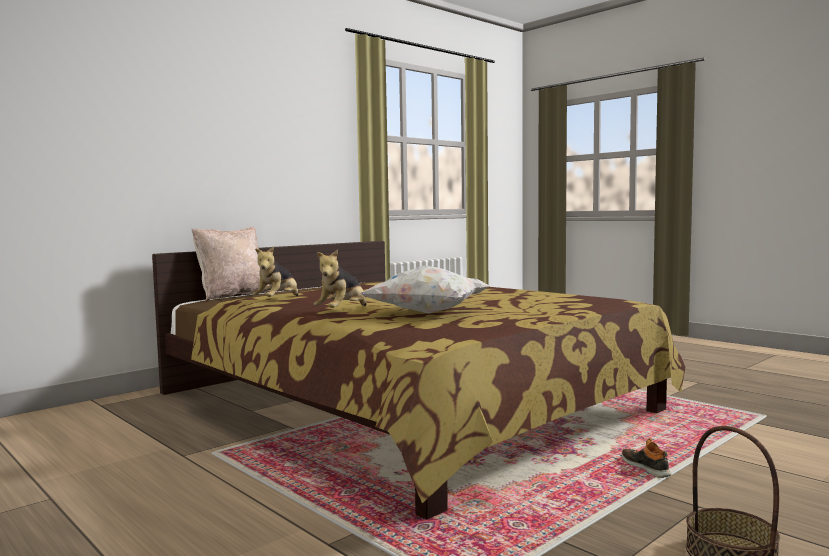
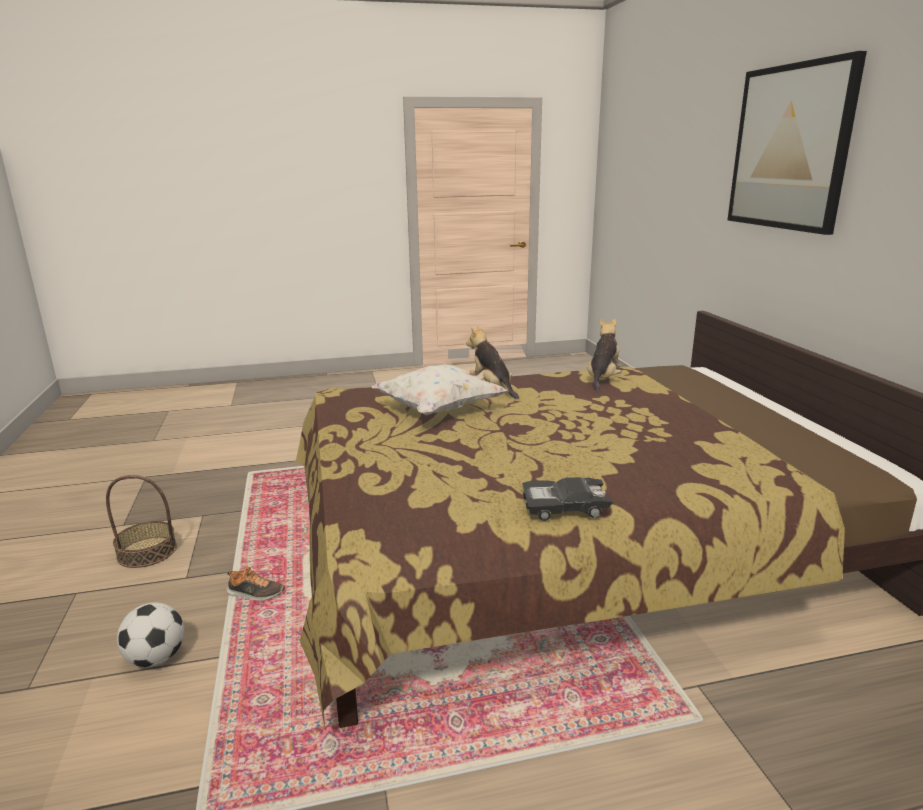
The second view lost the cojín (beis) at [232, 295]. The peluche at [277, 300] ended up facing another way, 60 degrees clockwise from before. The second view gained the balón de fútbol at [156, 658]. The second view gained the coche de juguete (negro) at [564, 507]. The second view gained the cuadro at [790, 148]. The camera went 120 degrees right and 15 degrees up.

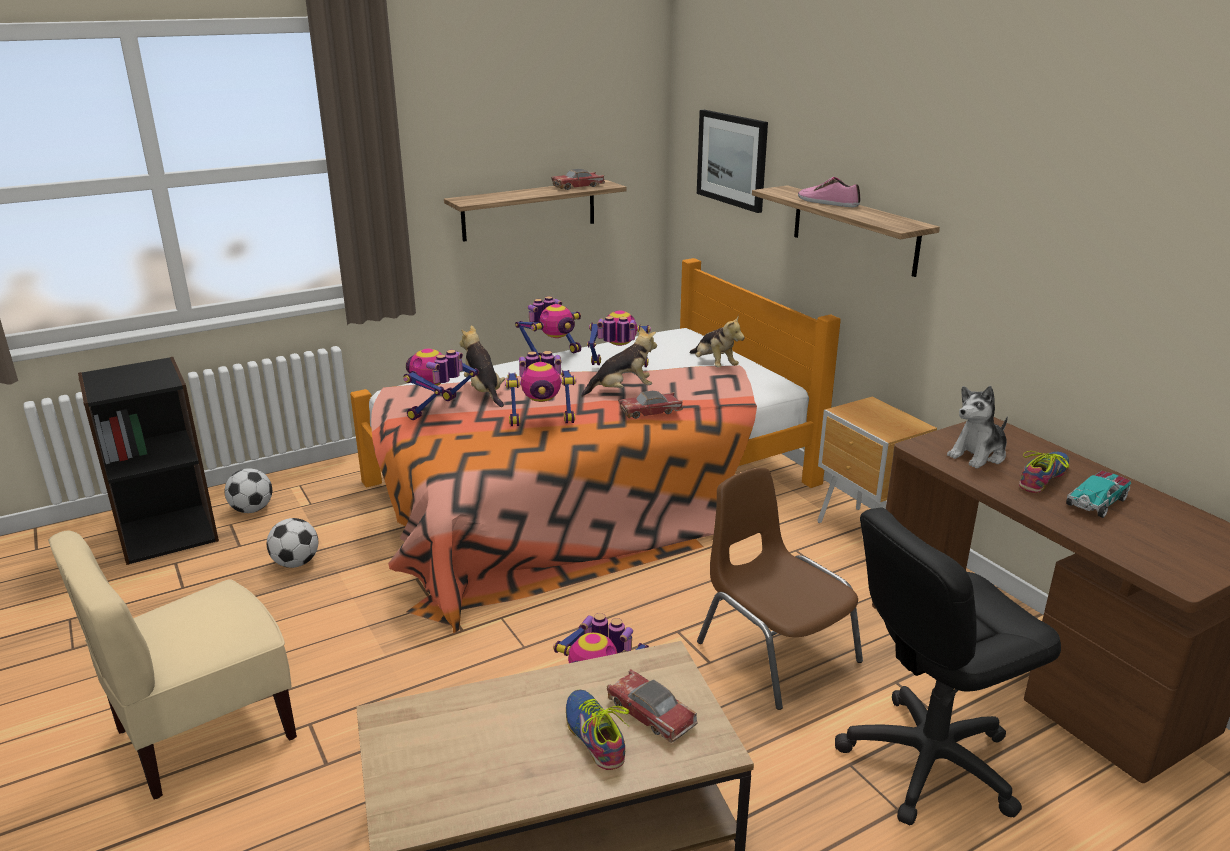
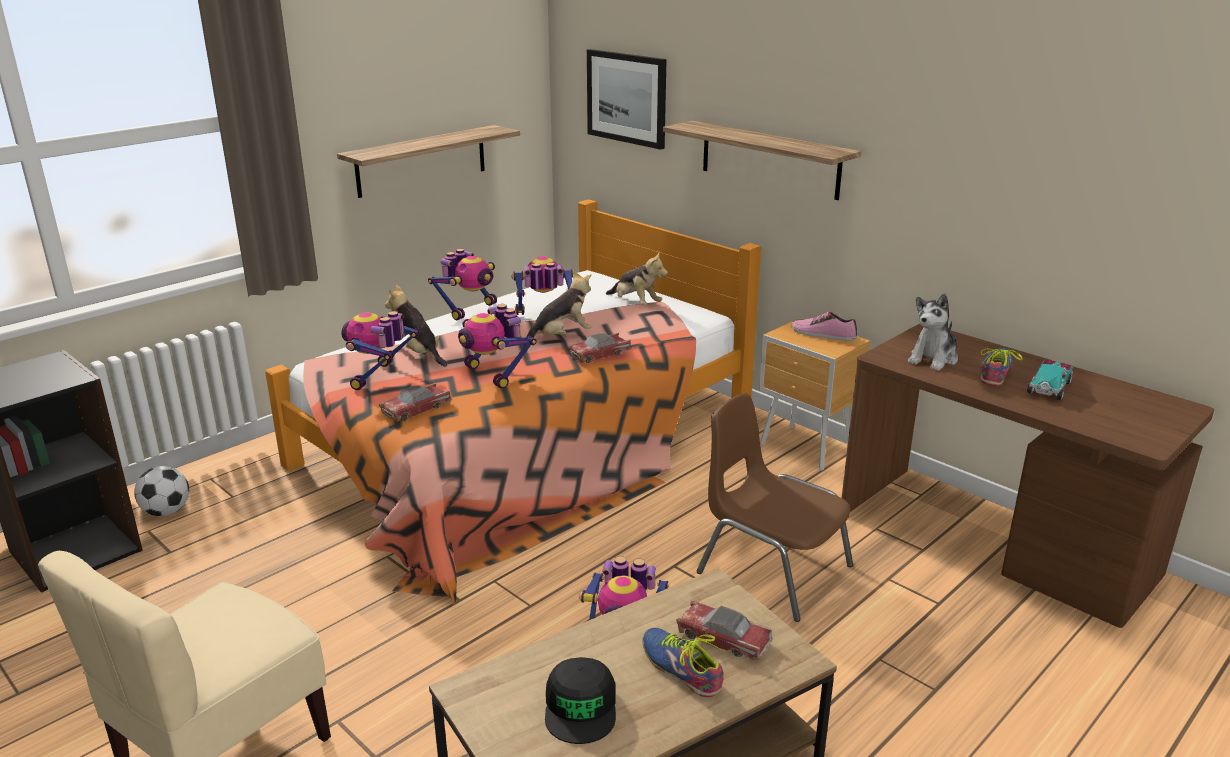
The second view lost the balón de fútbol at [296, 563]. The robot de juguete at [542, 420] ended up facing another way, 75 degrees clockwise from before. The coche de juguete ended up elsewhere, having gone from [578, 186] to [416, 409]. The zapato ended up elsewhere, having gone from [828, 202] to [823, 334]. The second view lost the silla de oficina (negro) at [928, 761]. The second view gained the gorra (negro) at [581, 707]. The camera went 15 degrees left and 0 degrees up.

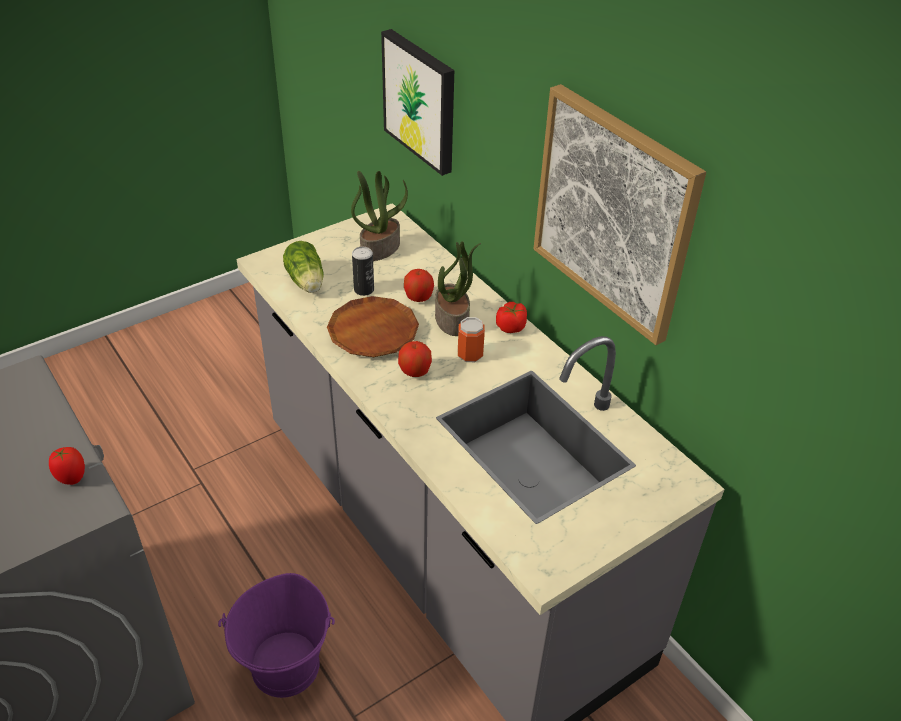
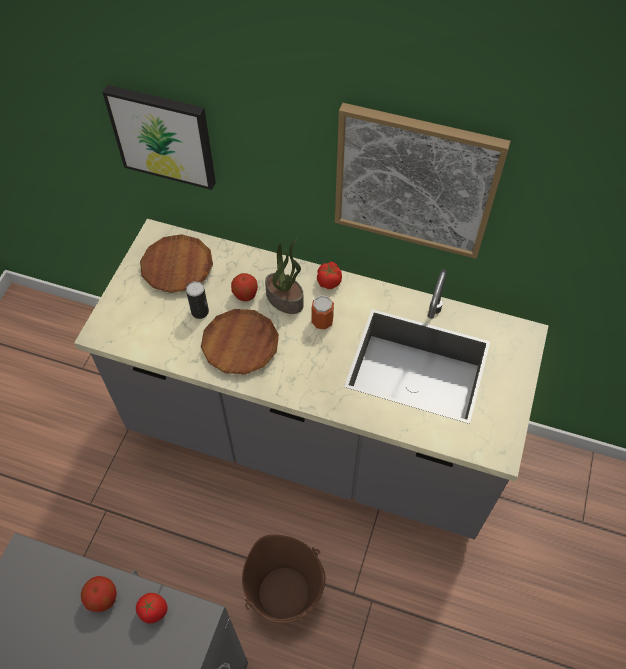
What was the cubo (morado) at [286, 666] turned into the cubo (marrón) at [285, 594]. The second view lost the lechuga at [306, 282]. Where the planta en maceta stood at [380, 248], the plato (marrón) came to stand at [177, 267]. The manzana ended up elsewhere, having gone from [415, 371] to [103, 598]. The camera went 35 degrees left and 15 degrees up.

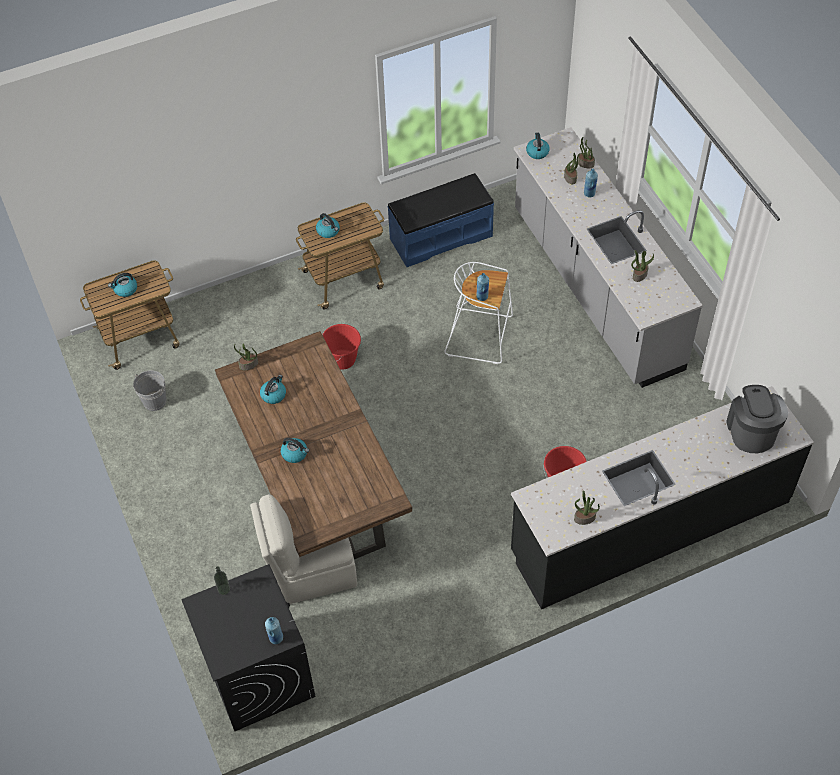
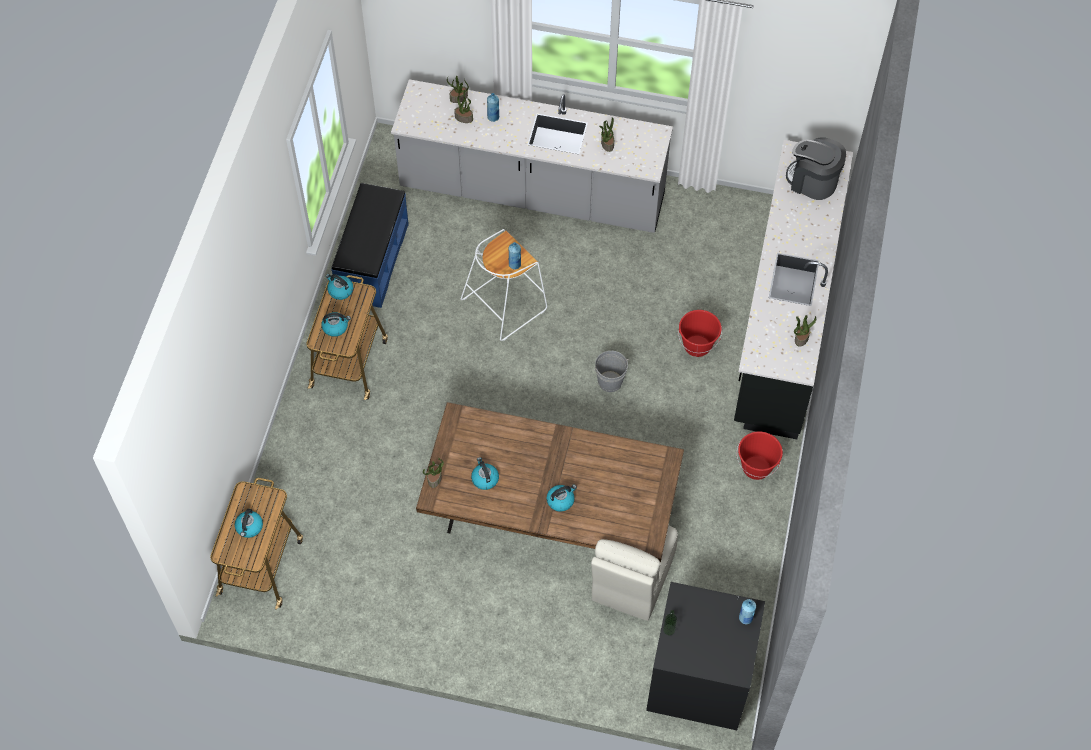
The cubo (gris) ended up elsewhere, having gone from [154, 401] to [610, 381]. The cubo (rojo) ended up elsewhere, having gone from [343, 359] to [756, 467]. The hervidor ended up elsewhere, having gone from [537, 152] to [340, 290]. The camera went 55 degrees left and 5 degrees up.

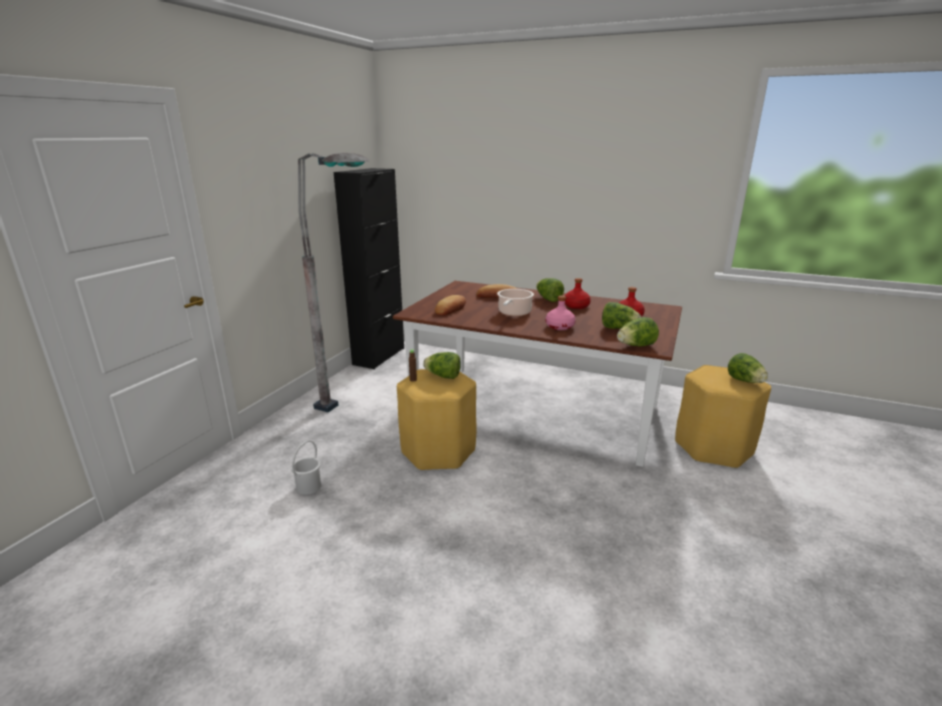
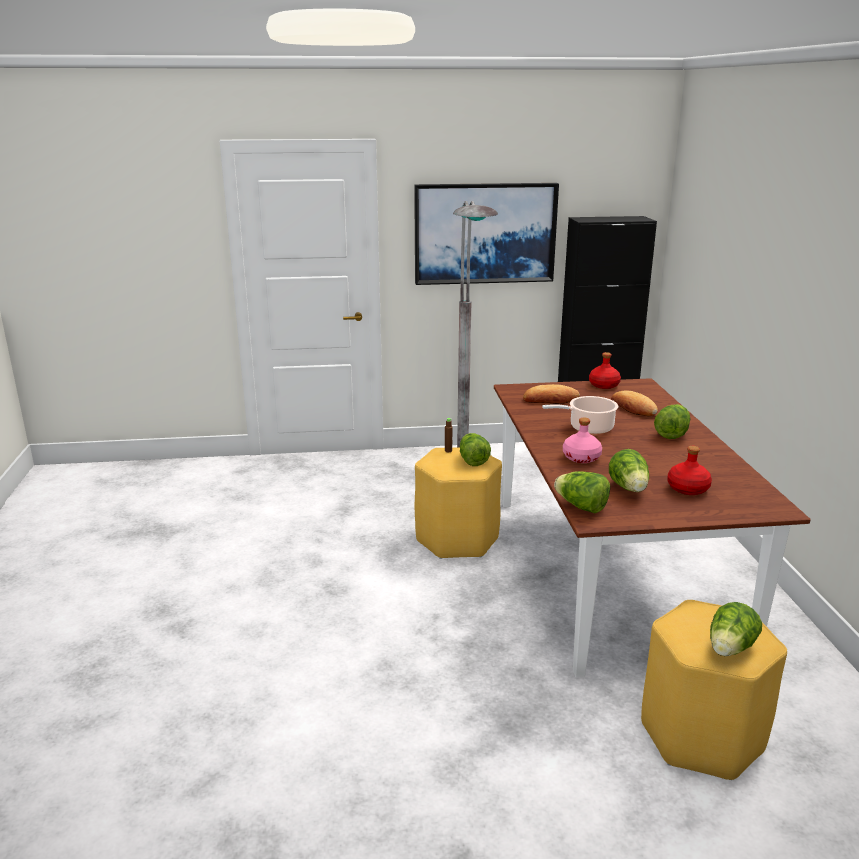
The second view lost the cubo (blanco) at [309, 487]. The botella (rojo) ended up elsewhere, having gone from [576, 306] to [603, 385]. The second view gained the cuadro at [484, 233]. The camera went 60 degrees right and 0 degrees up.

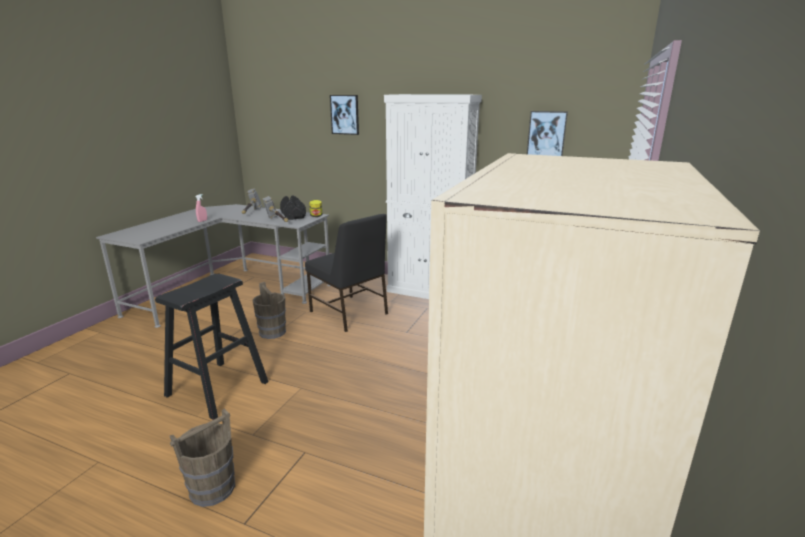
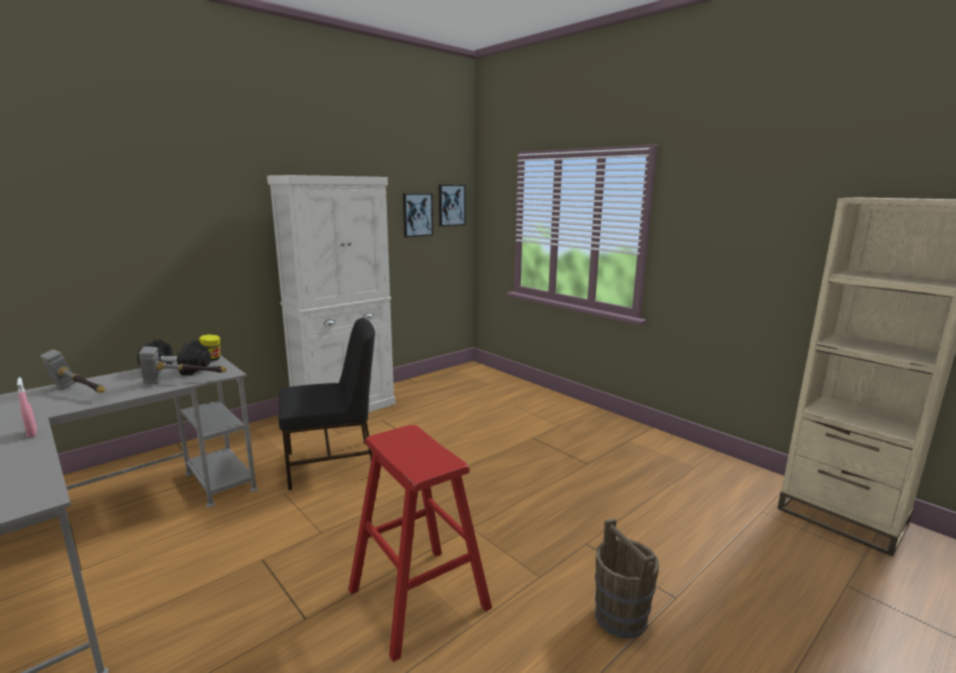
What was the taburete (negro) at [217, 388] turned into the taburete (rojo) at [418, 599]. The second view lost the cubo (marrón) at [272, 332]. The cuadro ended up elsewhere, having gone from [345, 114] to [451, 205]. The camera went 65 degrees left and 5 degrees down.

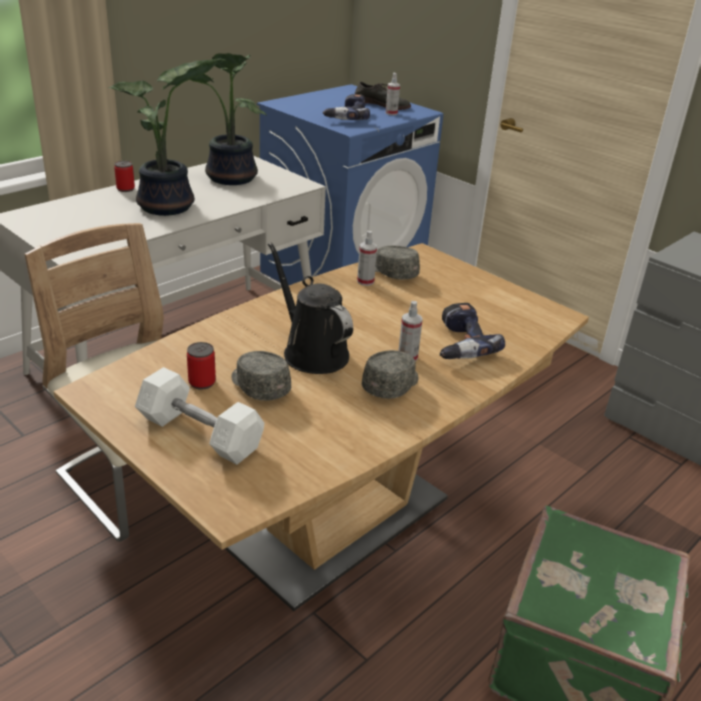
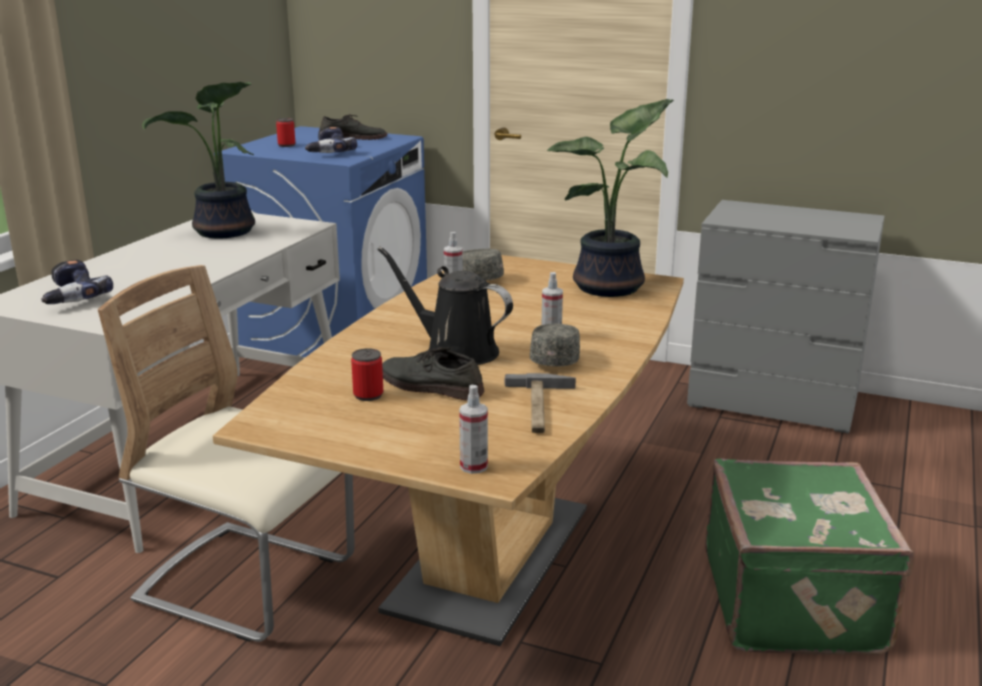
The planta en maceta ended up elsewhere, having gone from [169, 207] to [613, 287]. The lata ended up elsewhere, having gone from [125, 189] to [286, 145]. The second view lost the mancuerna (blanco) at [200, 434]. Where the gorra (gris) stood at [259, 386], the zapato (gris) came to stand at [429, 385]. The pulverizador ended up elsewhere, having gone from [391, 113] to [474, 466]. The taladro ended up elsewhere, having gone from [458, 344] to [70, 296]. The second view gained the martillo at [540, 408]. The camera went 20 degrees left and 10 degrees down.

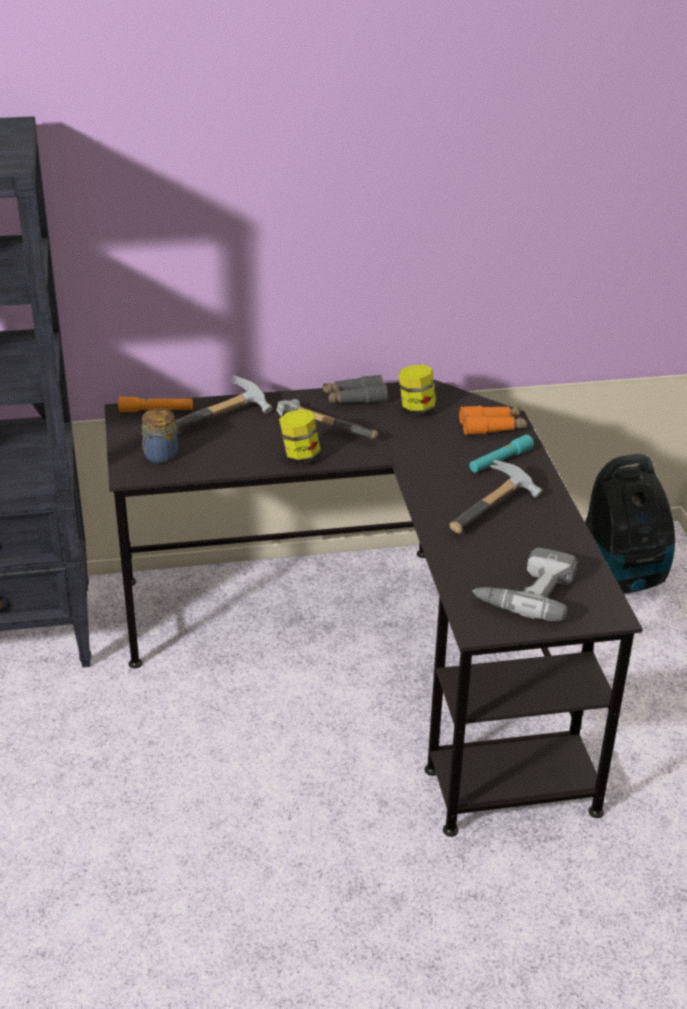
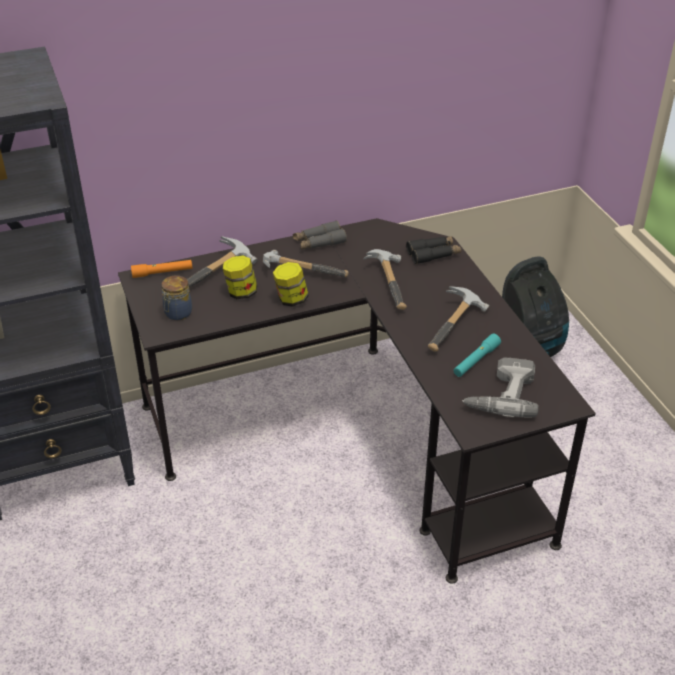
The tarro ended up elsewhere, having gone from [416, 409] to [241, 293]. What was the prismáticos (naranja) at [492, 426] turned into the prismáticos (negro) at [433, 254]. The linterna (turquesa) ended up elsewhere, having gone from [500, 460] to [476, 360]. The second view gained the martillo at [393, 284]. The camera went 10 degrees left and 5 degrees up.

